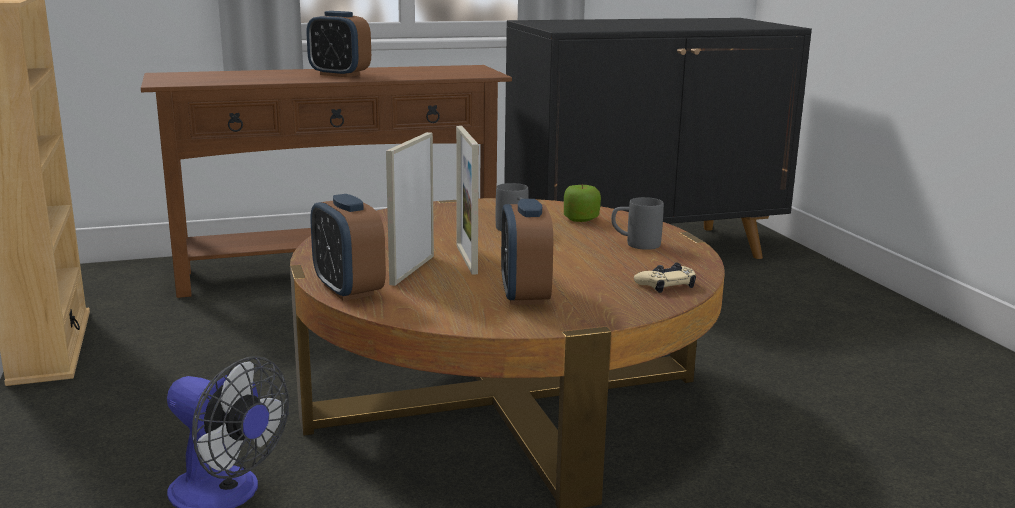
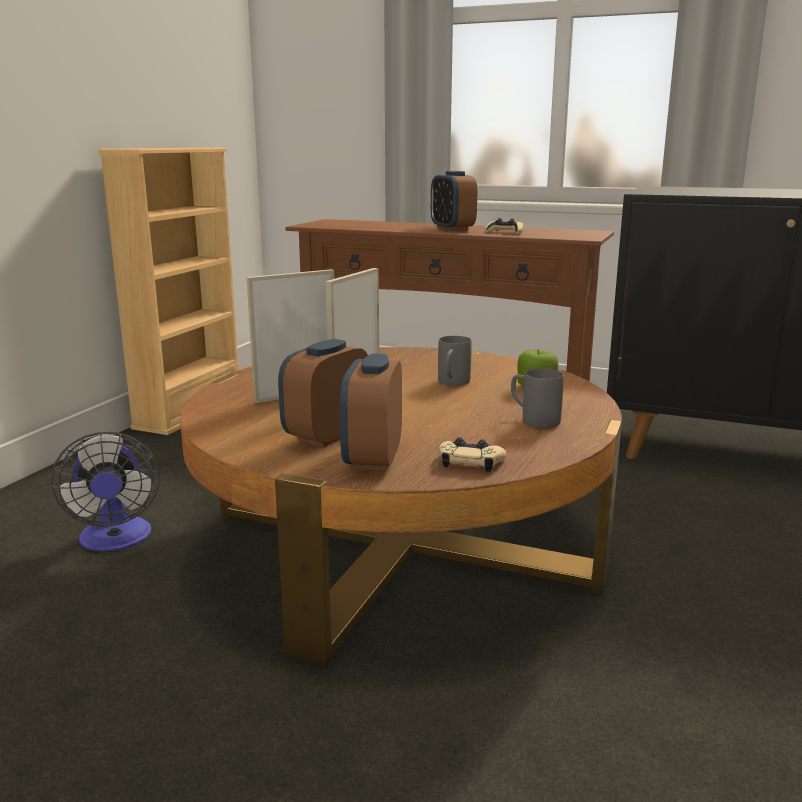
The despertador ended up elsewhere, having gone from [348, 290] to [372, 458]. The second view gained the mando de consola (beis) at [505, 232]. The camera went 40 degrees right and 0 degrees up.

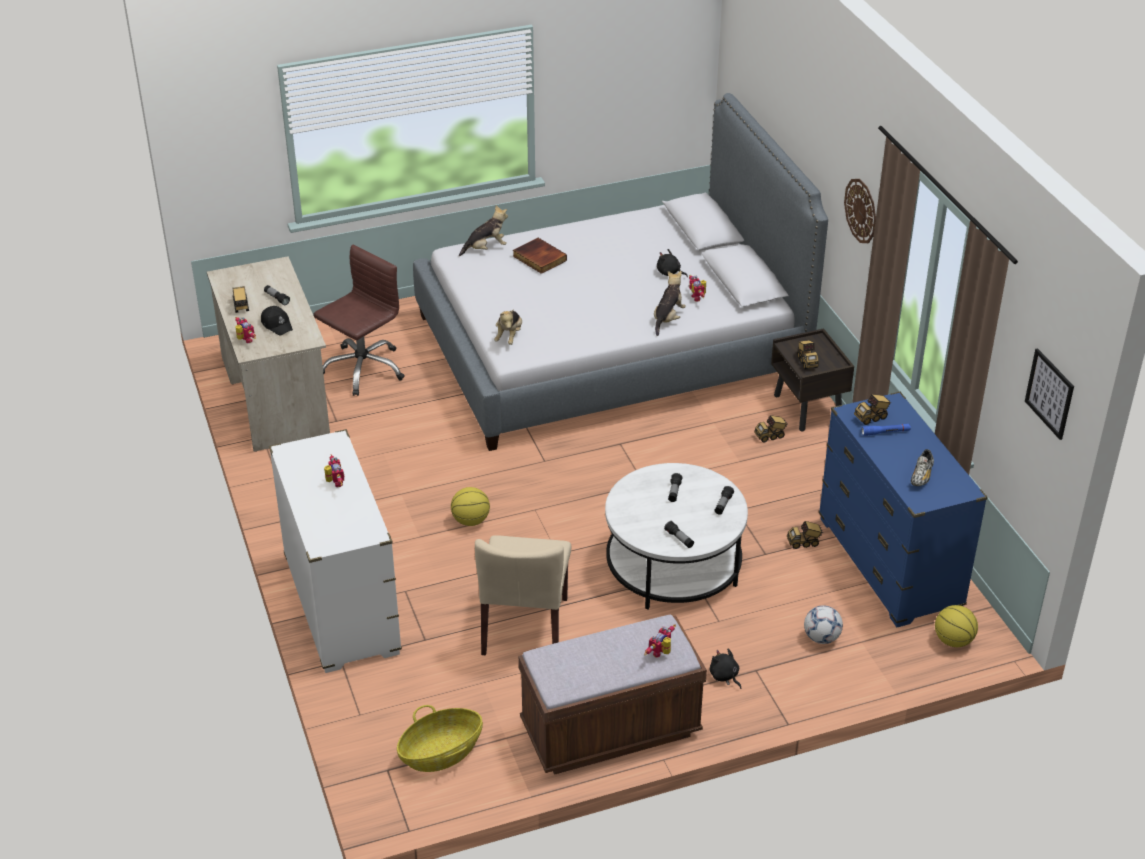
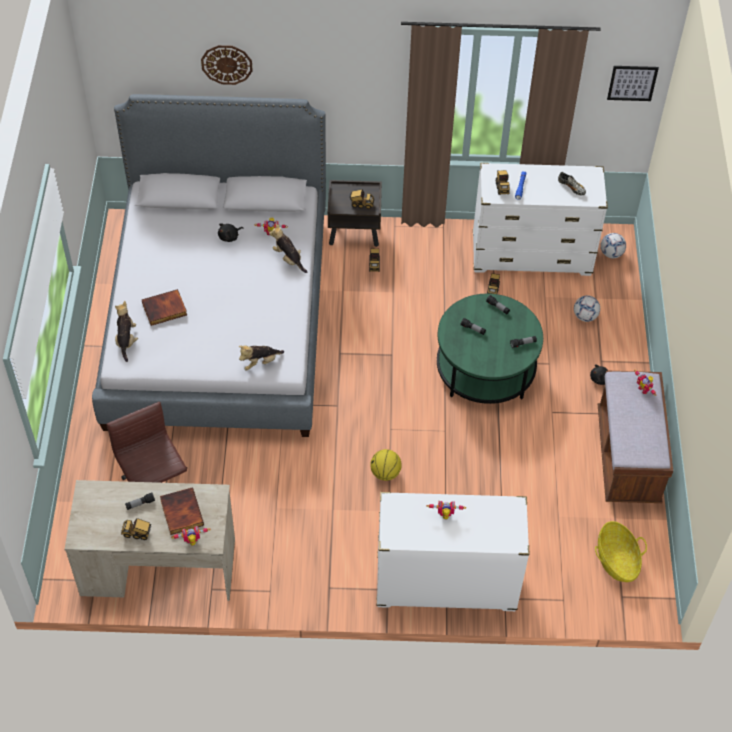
Where the gorra (negro) stood at [277, 324], the libro came to stand at [180, 512]. The second view lost the silla (beis) at [525, 626]. The peluche at [509, 336] ended up facing another way, 120 degrees clockwise from before. What was the mesa de centro (blanco) at [673, 565] turned into the mesa de centro (verde) at [485, 368]. What was the cómoda (azul) at [889, 564] turned into the cómoda (blanco) at [531, 255]. The reloj de pared ended up elsewhere, having gone from [861, 210] to [226, 64]. Where the balón de baloncesto stood at [953, 640], the balón de fútbol came to stand at [611, 254]. The camera went 70 degrees left and 15 degrees up.

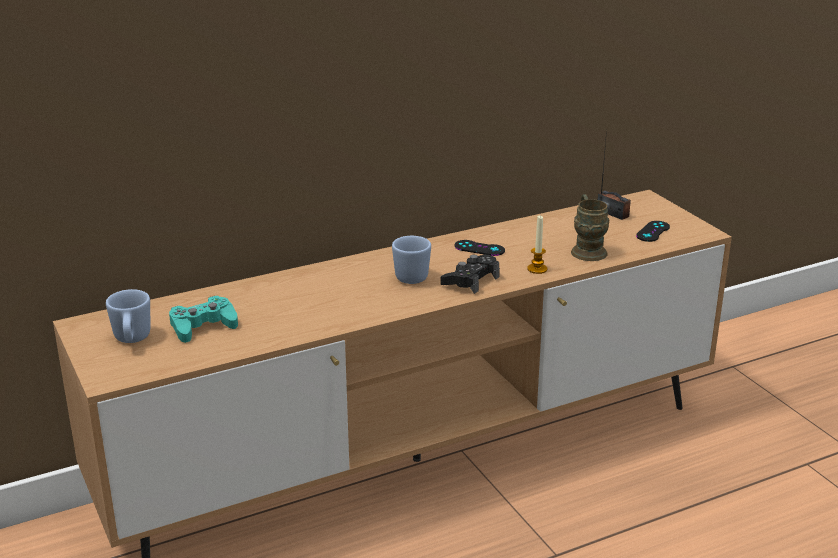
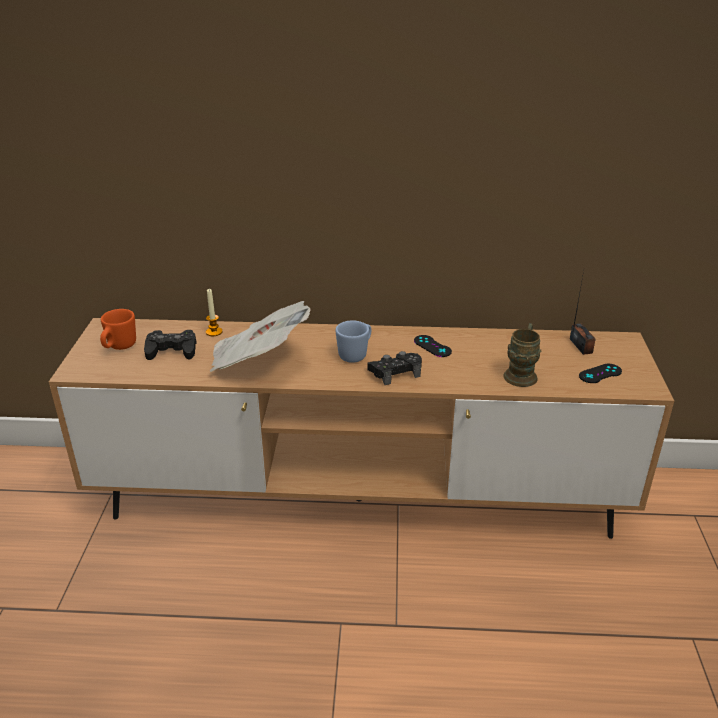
What was the taza grande (azul) at [132, 340] turned into the taza grande (naranja) at [119, 347]. What was the mando de consola (turquesa) at [203, 326] turned into the mando de consola (negro) at [172, 350]. The vela ended up elsewhere, having gone from [537, 269] to [214, 332]. The second view gained the periódico at [258, 360]. The camera went 30 degrees right and 5 degrees up.

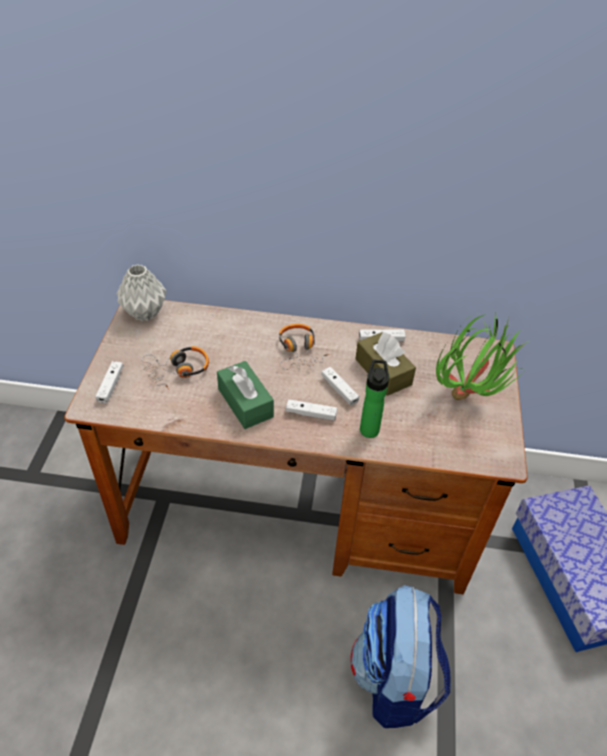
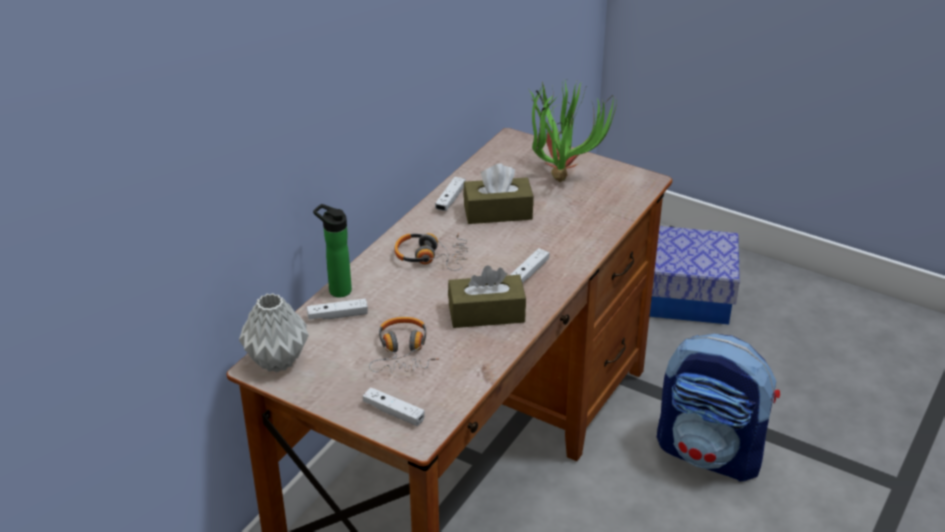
What was the caja de pañuelos (verde) at [245, 403] turned into the caja de pañuelos (marrón) at [486, 313]. The mando de consola (blanco) ended up elsewhere, having gone from [339, 390] to [337, 315]. The botella ended up elsewhere, having gone from [369, 428] to [337, 289]. The camera went 65 degrees left and 10 degrees down.

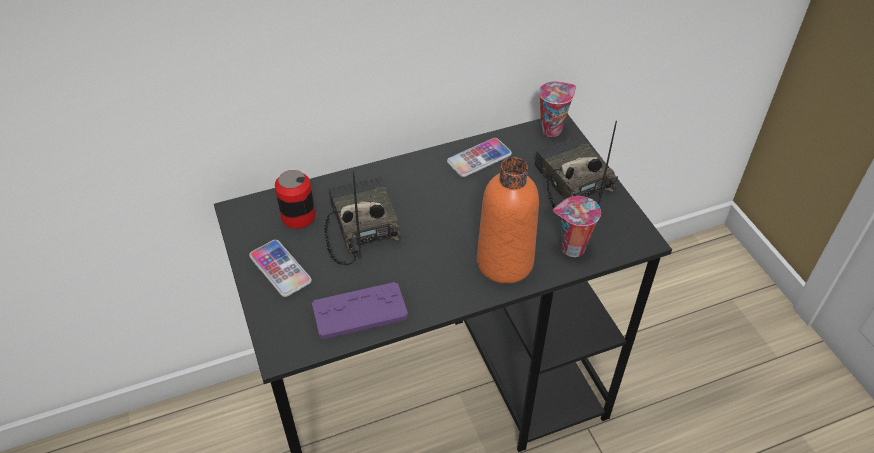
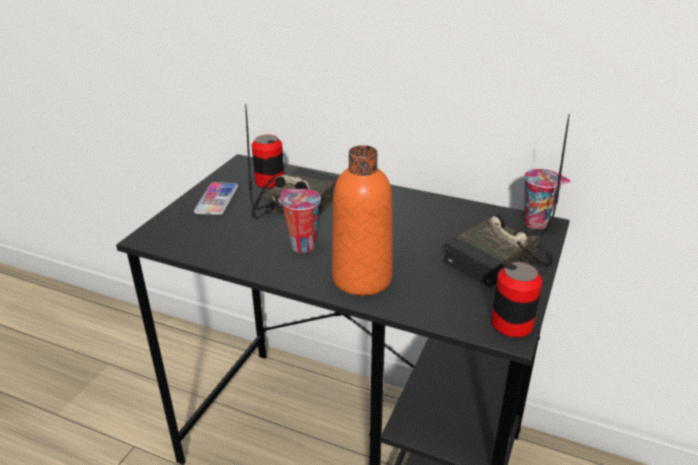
The second view lost the mando de consola (morado) at [359, 312]. The second view lost the móvil at [479, 158]. The radio at [570, 184] ended up facing another way, 150 degrees counterclockwise from before. The taza ended up elsewhere, having gone from [571, 248] to [301, 246]. The second view gained the lata at [511, 324]. The camera went 45 degrees right and 15 degrees down.

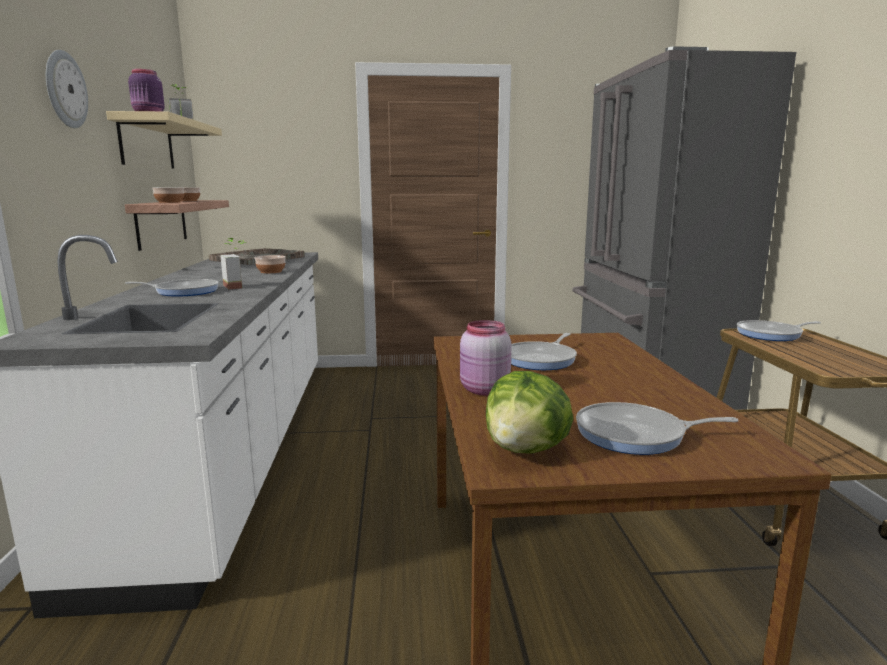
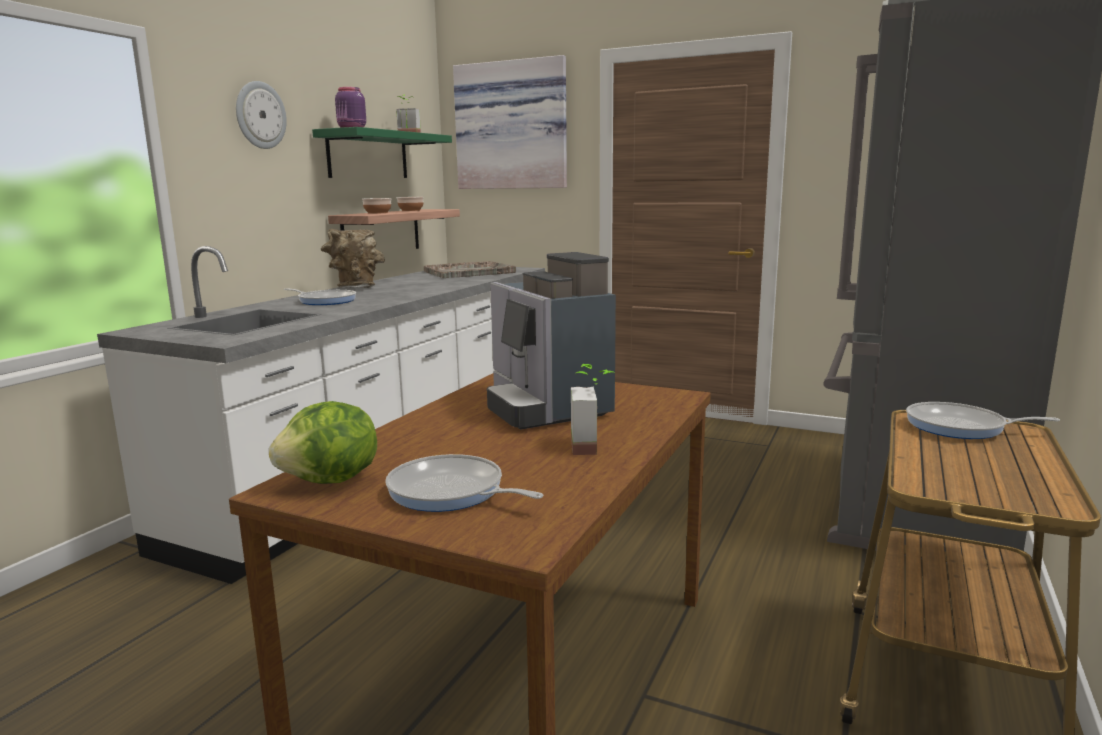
What was the estante (beis) at [147, 144] turned into the estante (verde) at [368, 155]. The planta en maceta ended up elsewhere, having gone from [238, 286] to [593, 446]. The second view lost the cuenco at [271, 271]. The second view lost the tarro (rosa) at [483, 390]. Where the sartén stood at [541, 359], the cafetera came to stand at [545, 407]. The second view gained the florero (marrón) at [354, 288]. The second view gained the cuadro at [512, 126]. The camera went 30 degrees right and 0 degrees up.

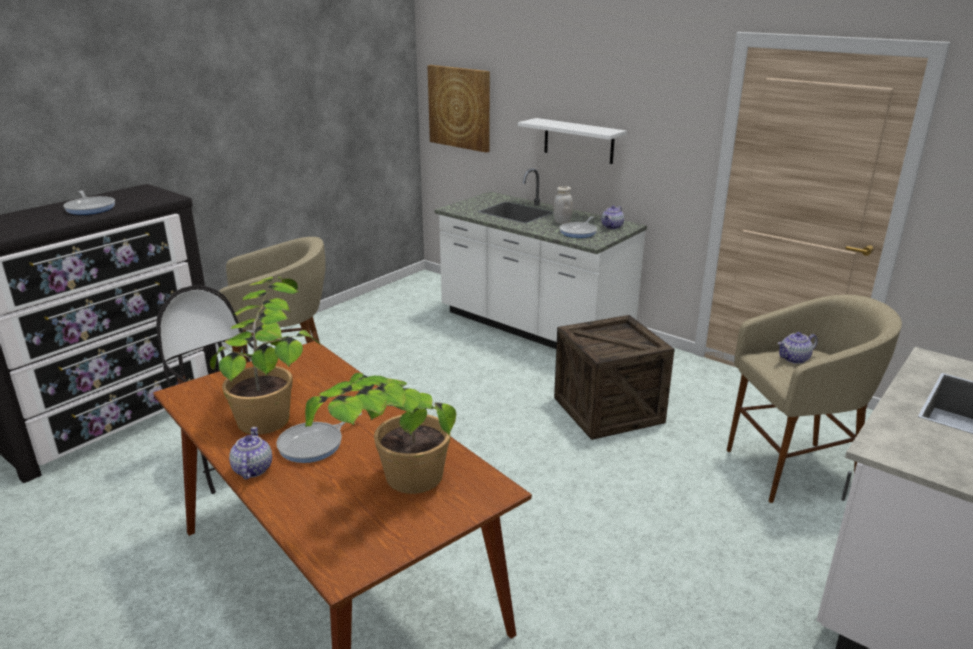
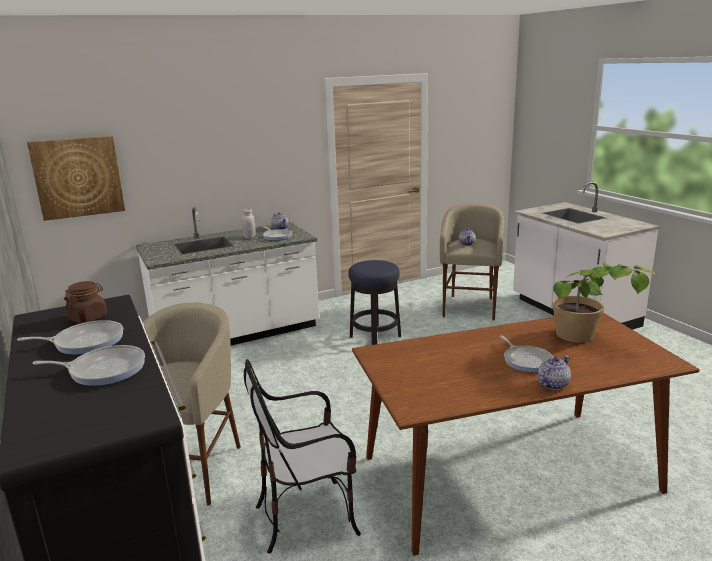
The second view lost the planta en maceta at [275, 406]. The tetera at [252, 469] ended up facing another way, 120 degrees clockwise from before. The second view lost the estante (blanco) at [578, 141]. Where the caja de embalaje stood at [608, 410], the taburete came to stand at [375, 336]. The second view gained the sartén at [104, 370]. The second view gained the tarro (marrón) at [88, 318]. The camera went 65 degrees left and 5 degrees down.

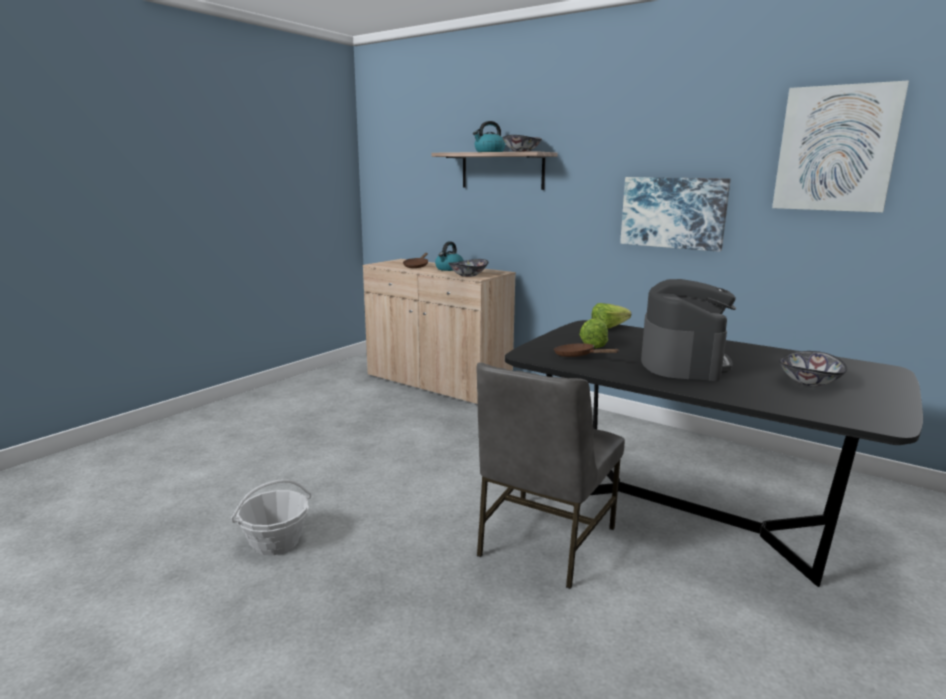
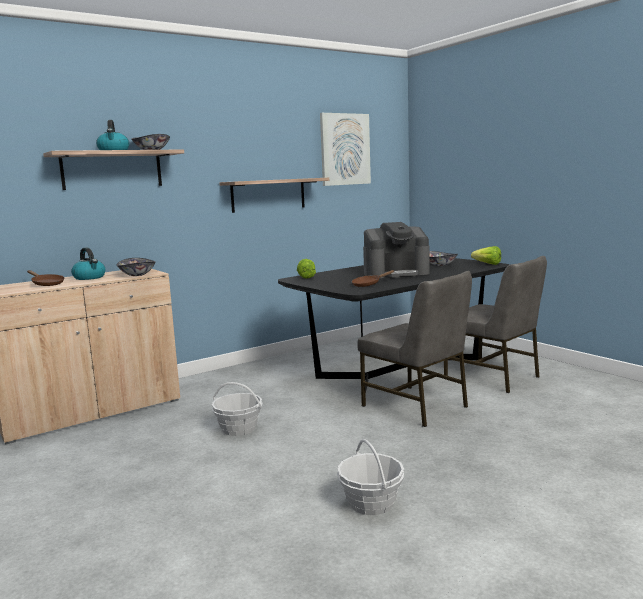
The lechuga ended up elsewhere, having gone from [595, 343] to [485, 264]. Where the cuadro hung at [673, 212], the estante came to hang at [268, 195]. The cafetera at [683, 363] ended up facing another way, 135 degrees clockwise from before. The second view gained the cesta at [239, 429]. The second view gained the silla (gris) at [493, 377]. The camera went 70 degrees left and 5 degrees down.

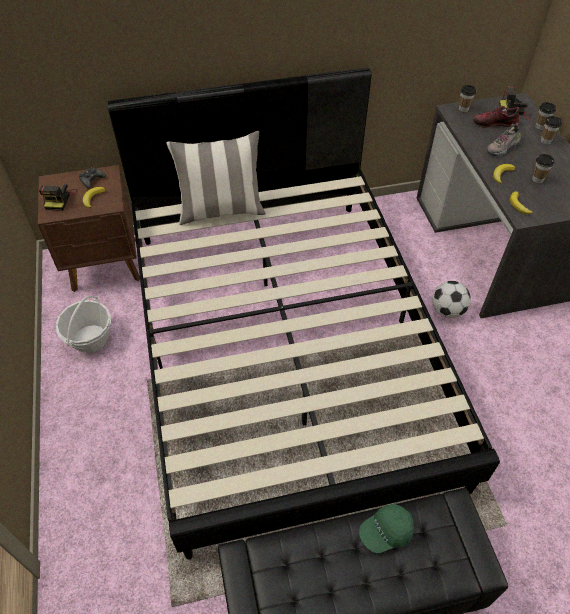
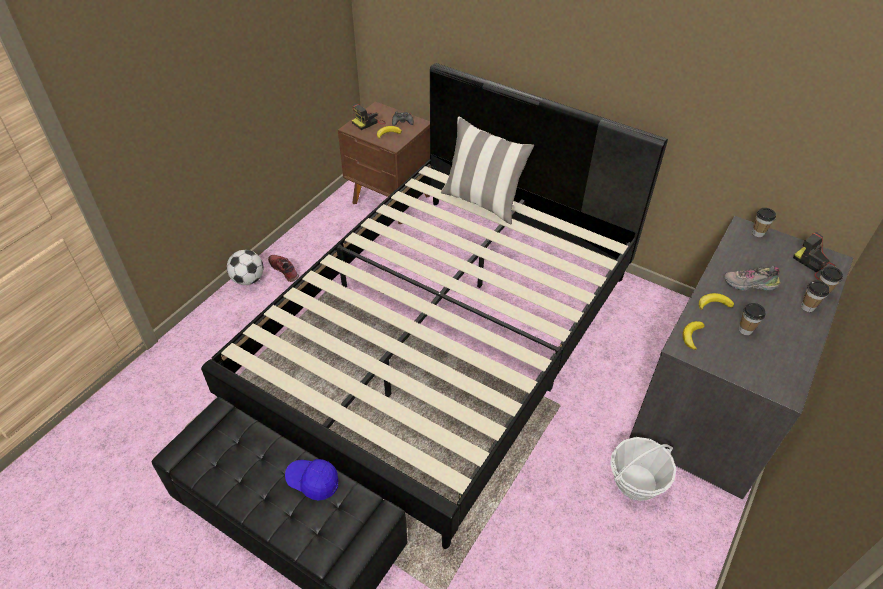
The cesta ended up elsewhere, having gone from [90, 339] to [636, 482]. What was the gorra (verde) at [385, 532] turned into the gorra (azul) at [313, 482]. The balón de fútbol ended up elsewhere, having gone from [447, 310] to [248, 279]. The zapato ended up elsewhere, having gone from [494, 123] to [285, 270]. The camera went 45 degrees right and 5 degrees down.

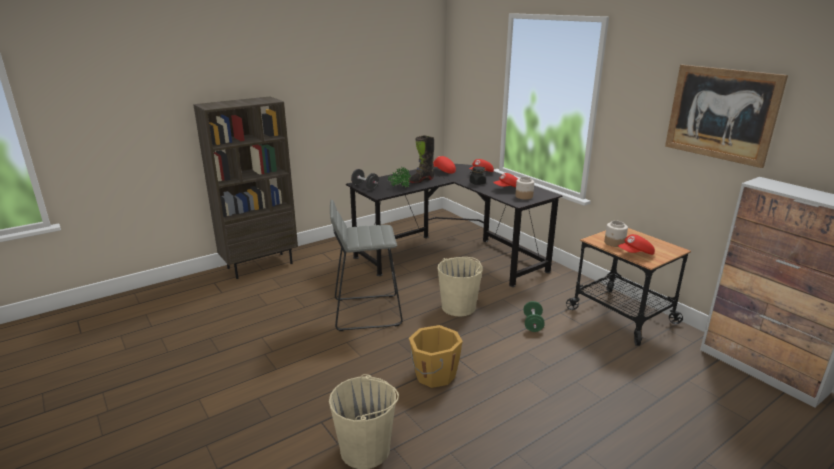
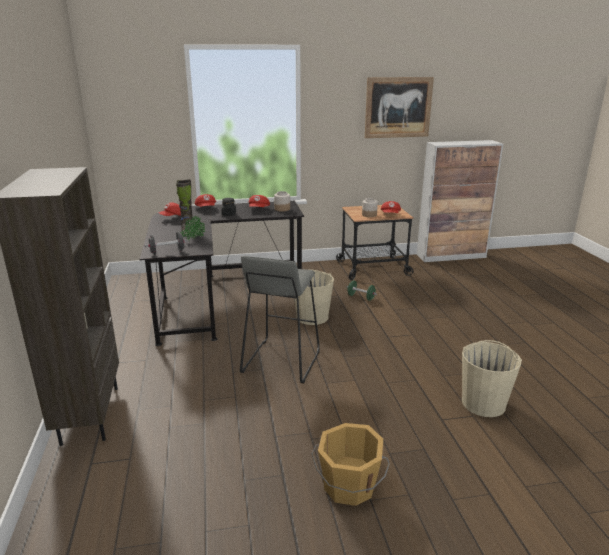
The cubo (naranja) ended up elsewhere, having gone from [434, 374] to [348, 487]. The camera went 65 degrees left and 0 degrees up.

